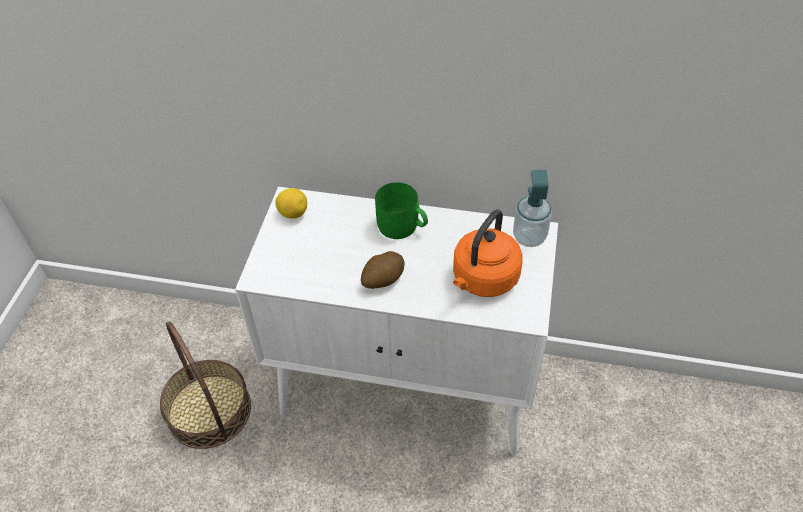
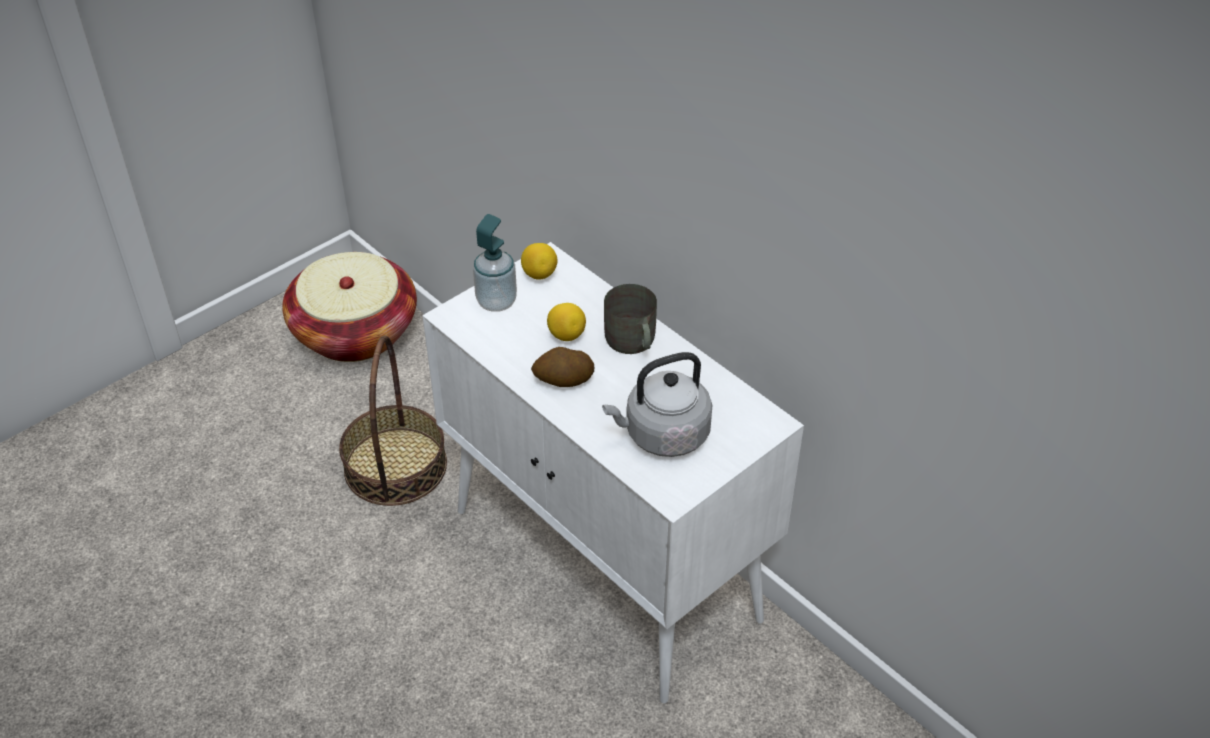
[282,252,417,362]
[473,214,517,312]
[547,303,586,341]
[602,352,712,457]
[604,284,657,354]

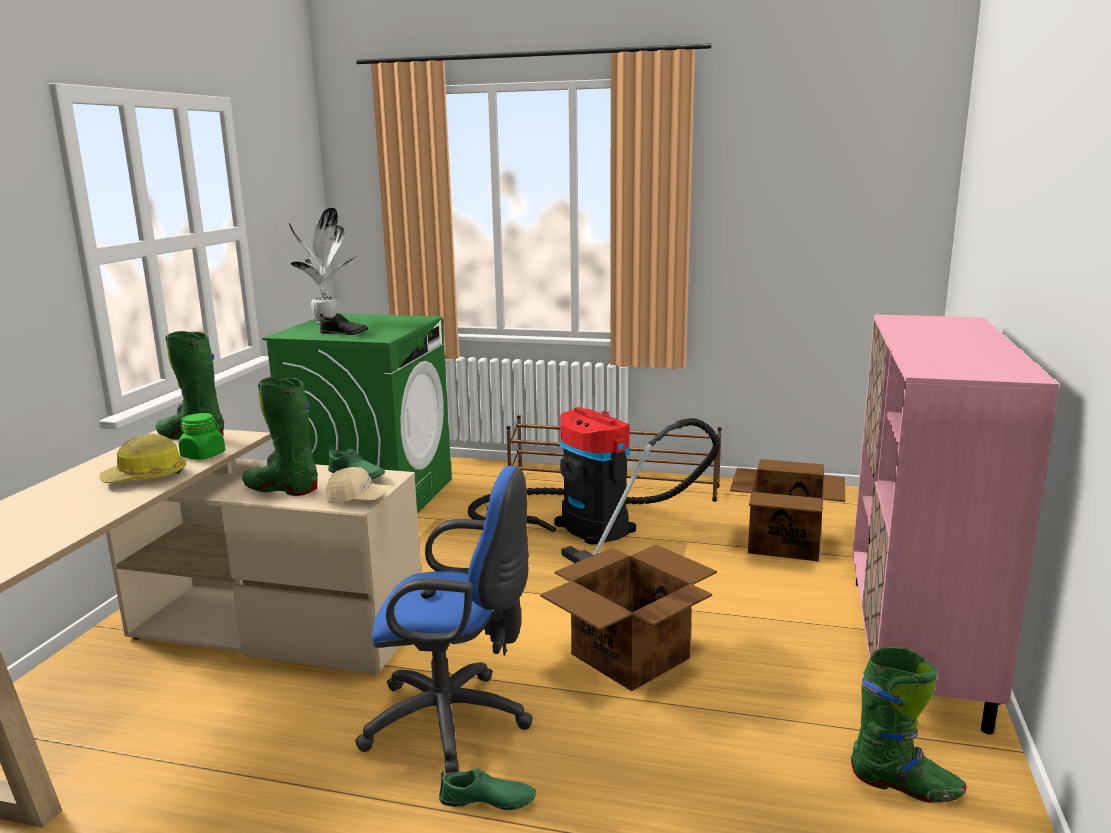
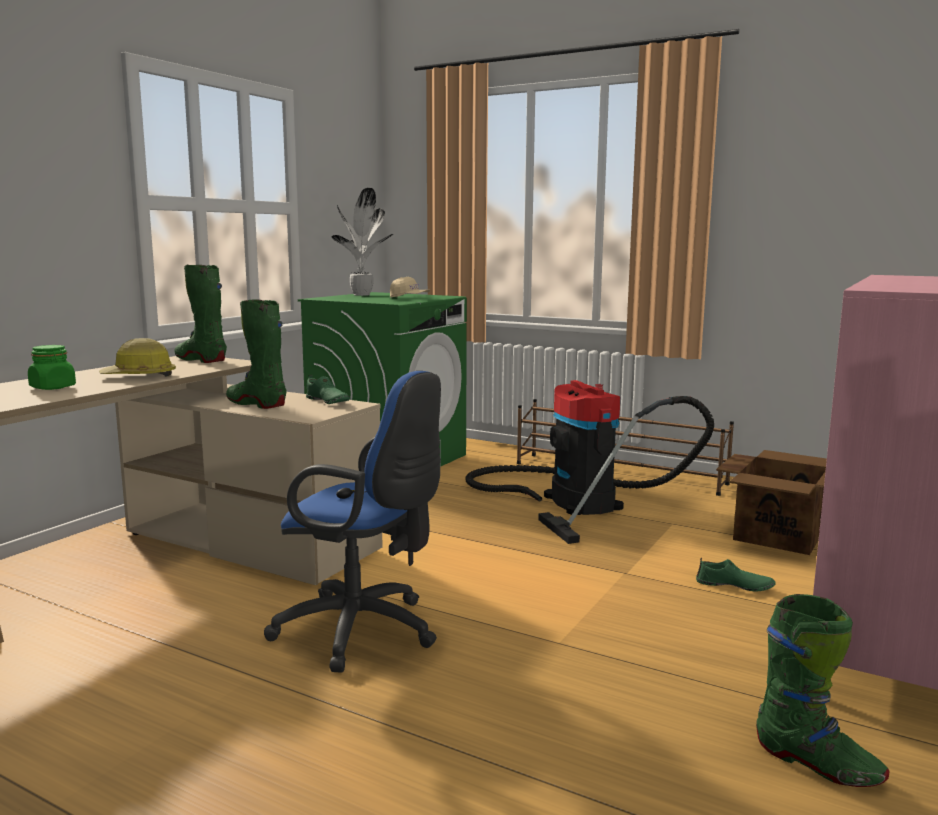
[28,345,76,390]
[390,276,430,298]
[696,558,776,592]
[320,313,368,335] (first image)
[540,545,717,691] (first image)

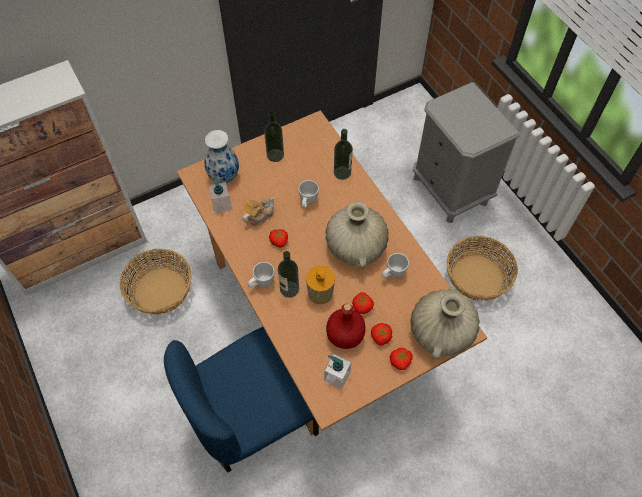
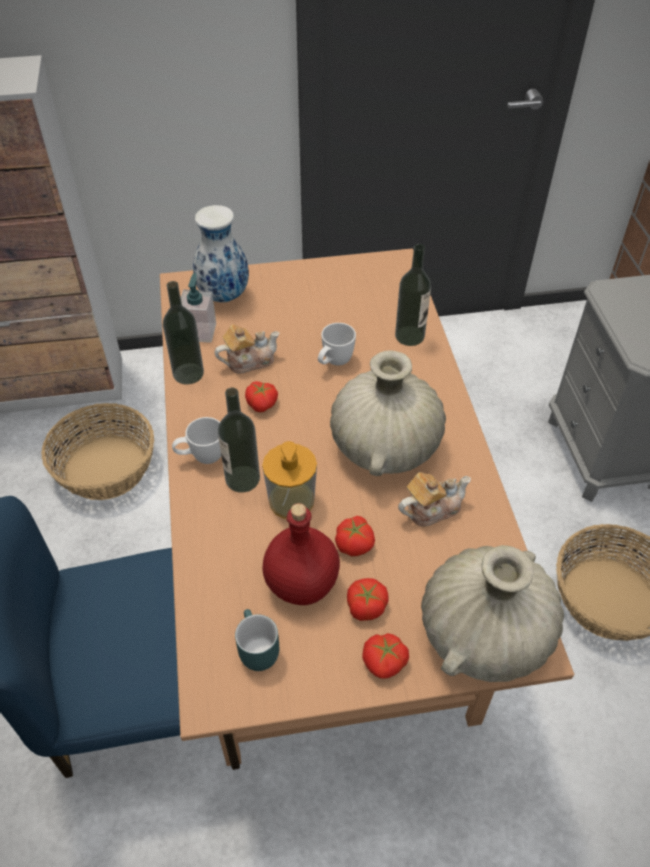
[163,281,204,385]
[235,609,279,671]
[398,472,471,526]

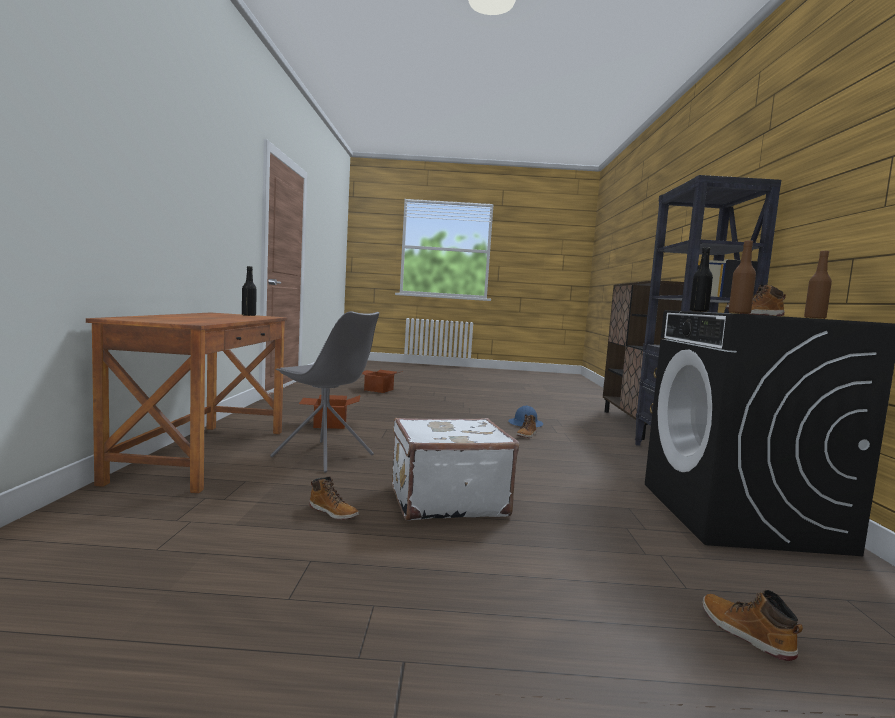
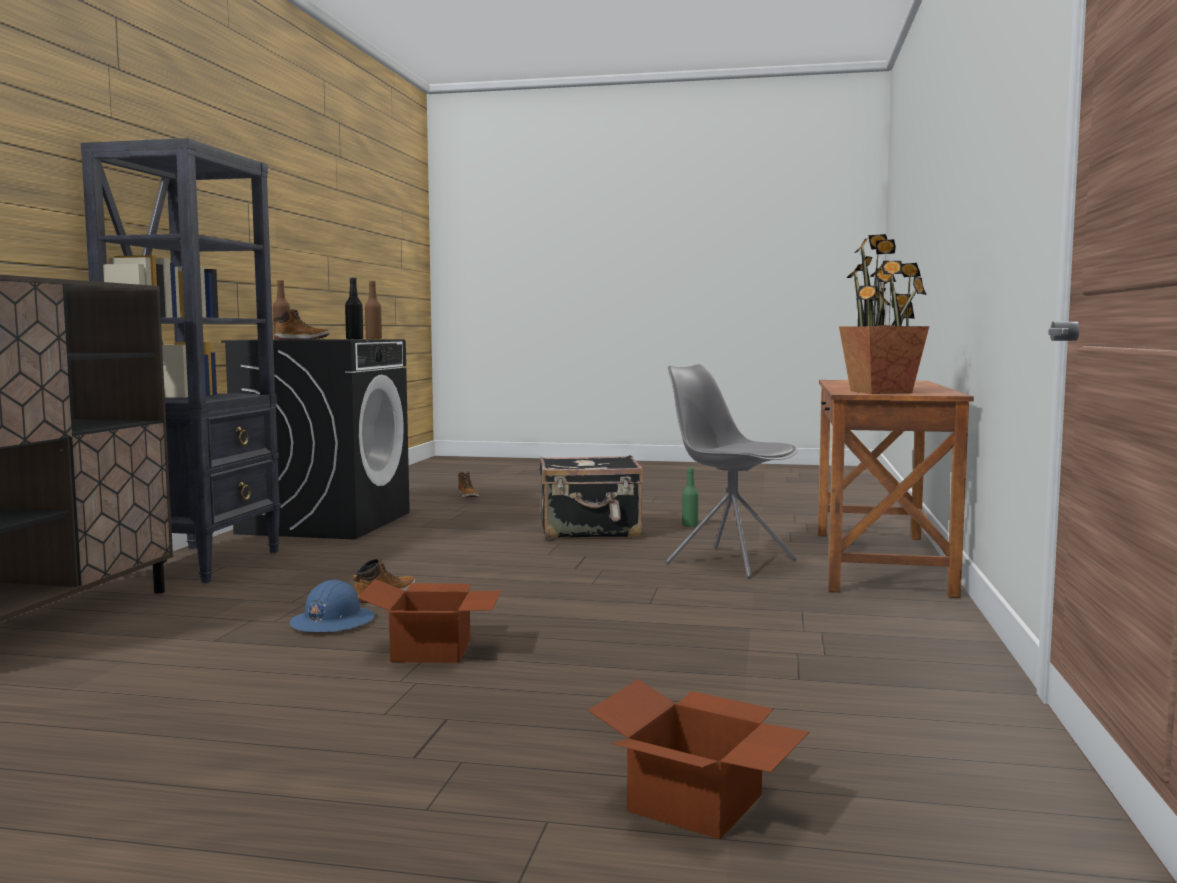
[357,579,501,663]
[540,455,643,539]
[682,467,699,527]
[839,234,929,394]

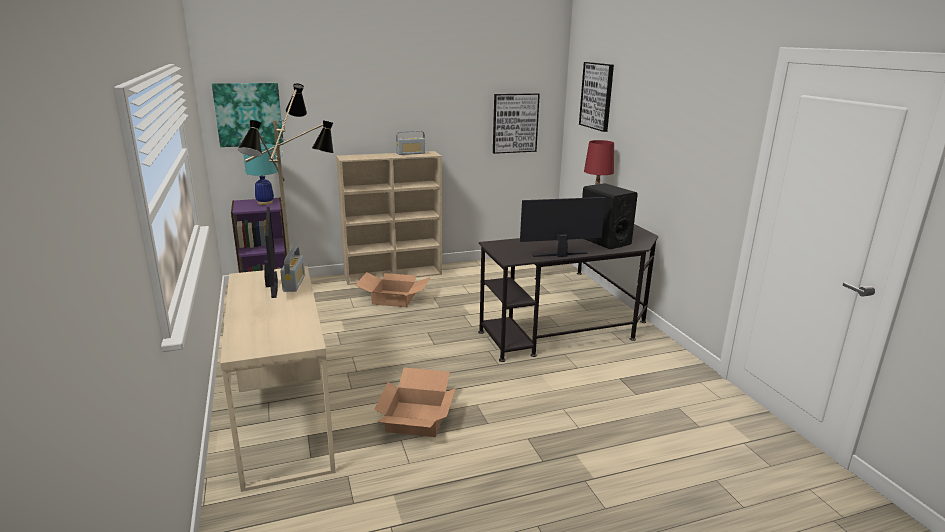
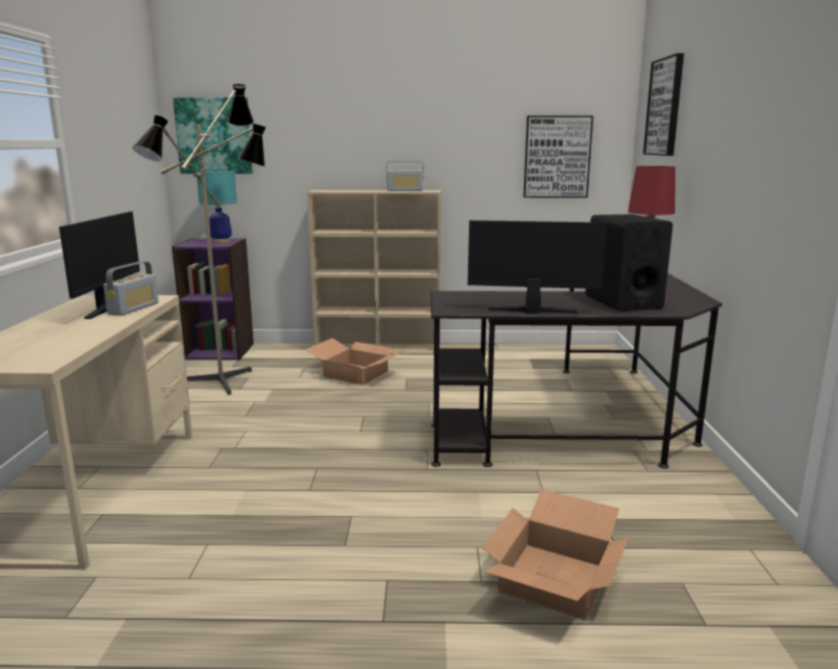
[483,489,629,620]

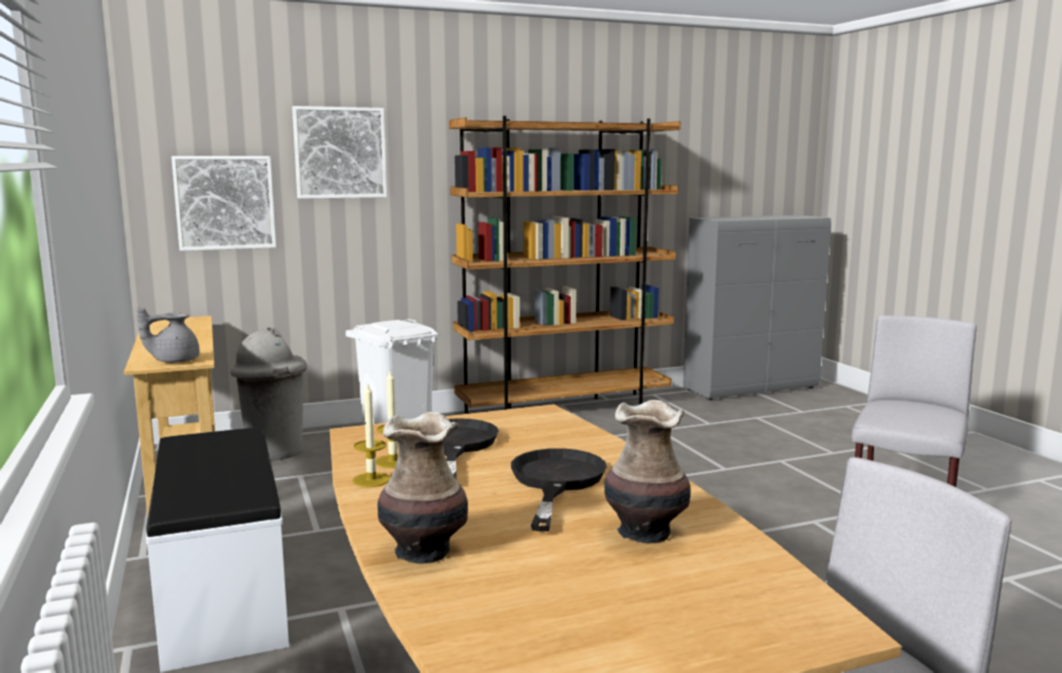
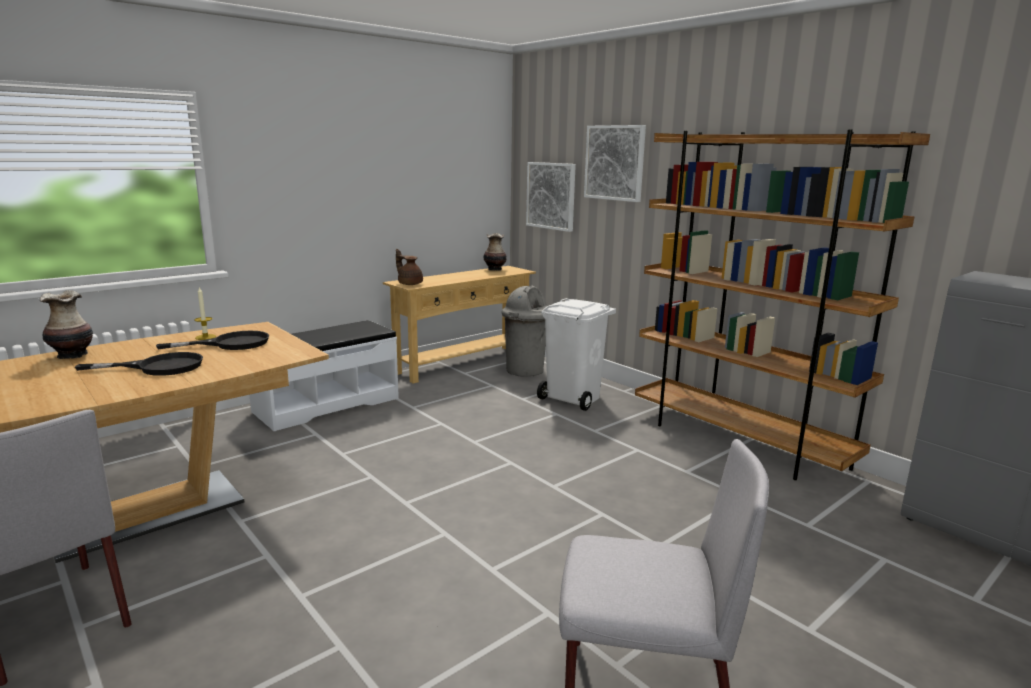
[396,249,423,285]
[484,233,507,271]
[353,382,390,487] (first image)

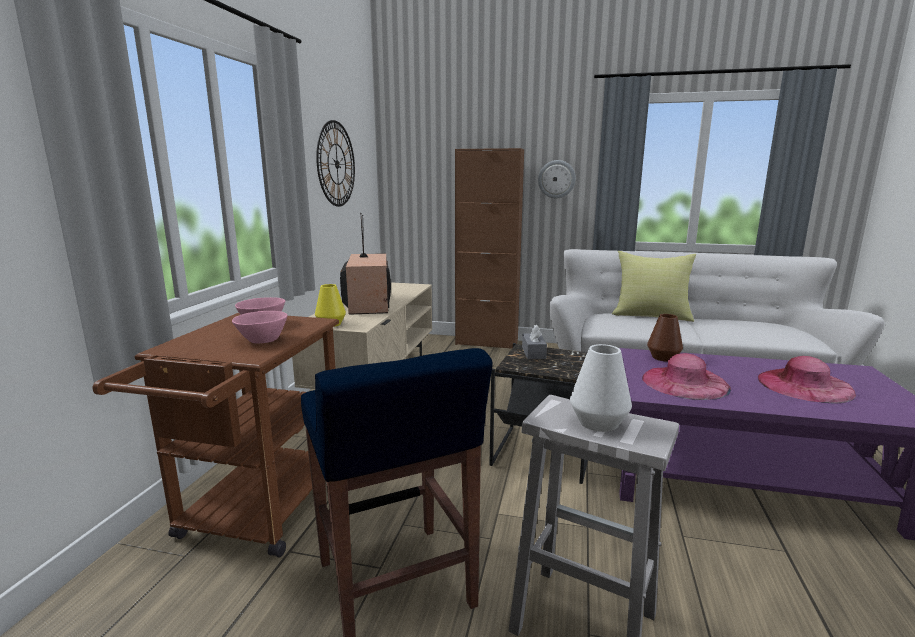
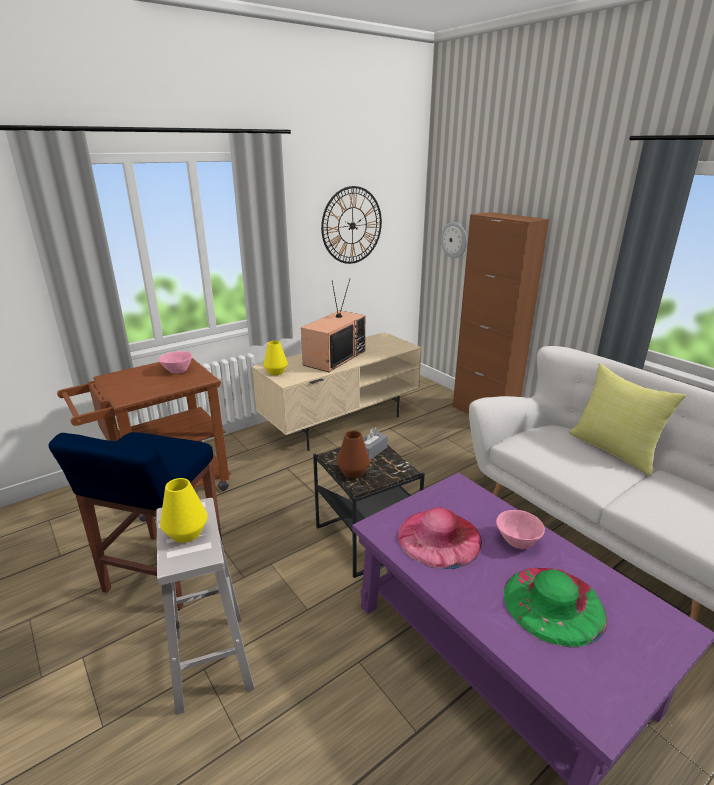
[160,478,208,543]
[337,431,370,478]
[441,222,467,258]
[496,510,545,549]
[504,568,608,648]

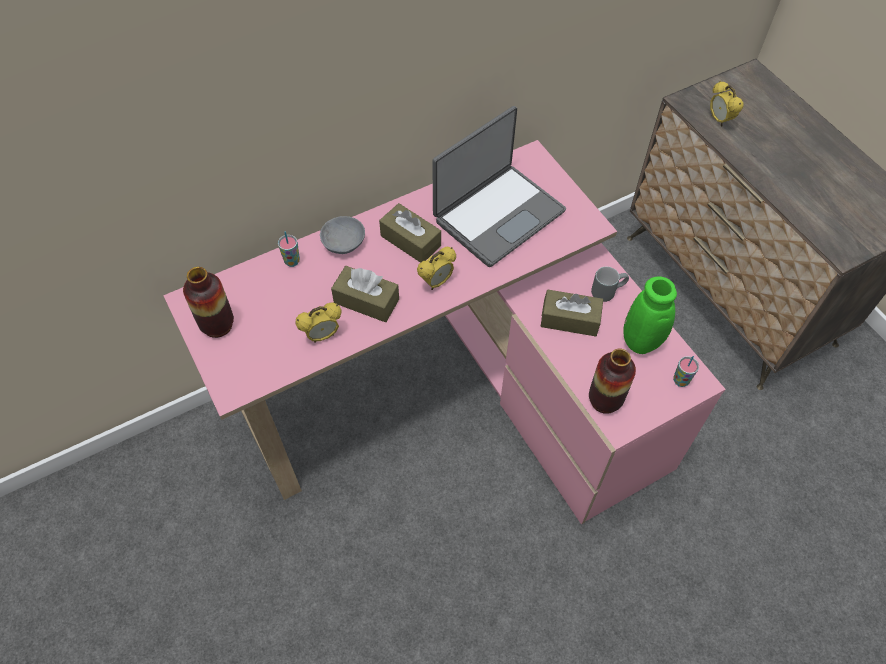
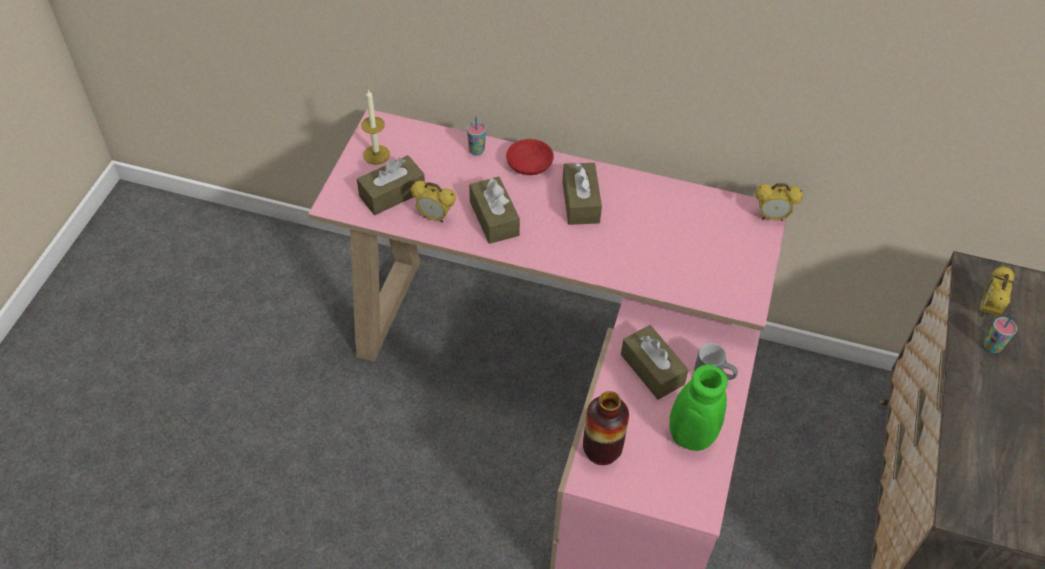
[357,155,425,215]
[361,89,390,165]
[506,139,554,175]
[756,183,803,221]
[984,315,1017,353]
[432,106,566,267] (first image)

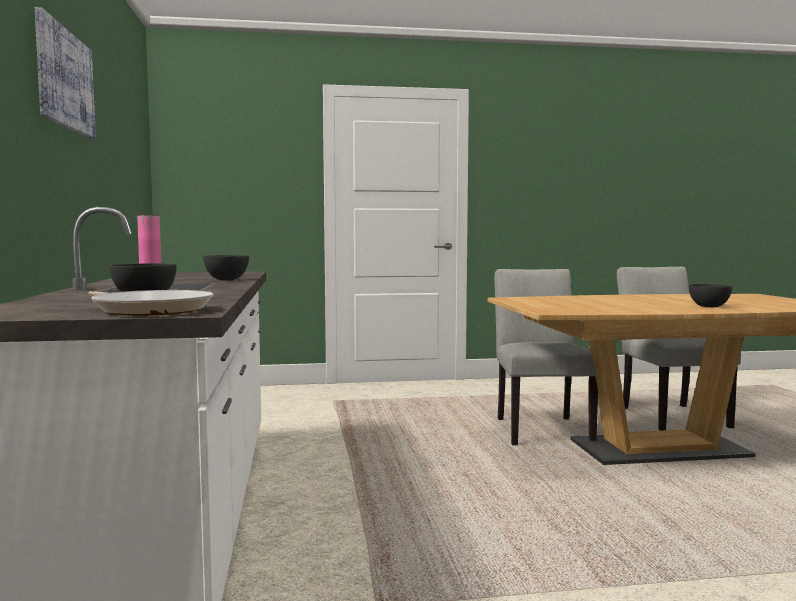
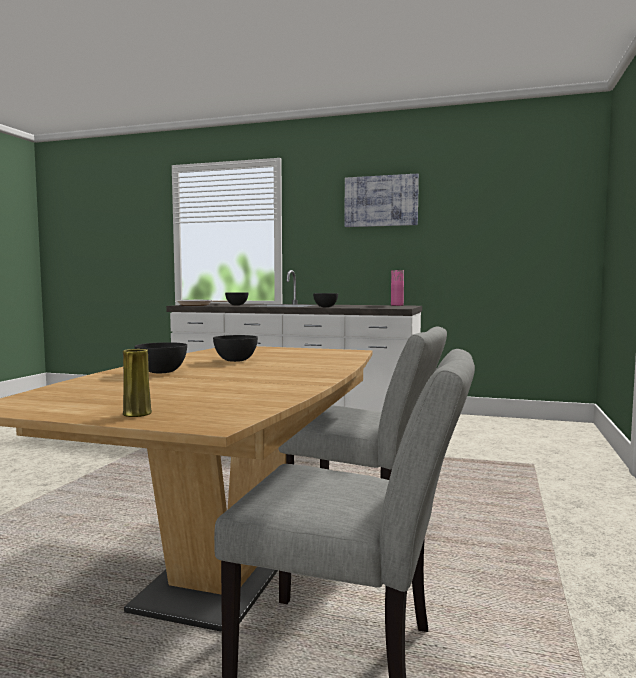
[123,349,152,417]
[213,335,258,362]

